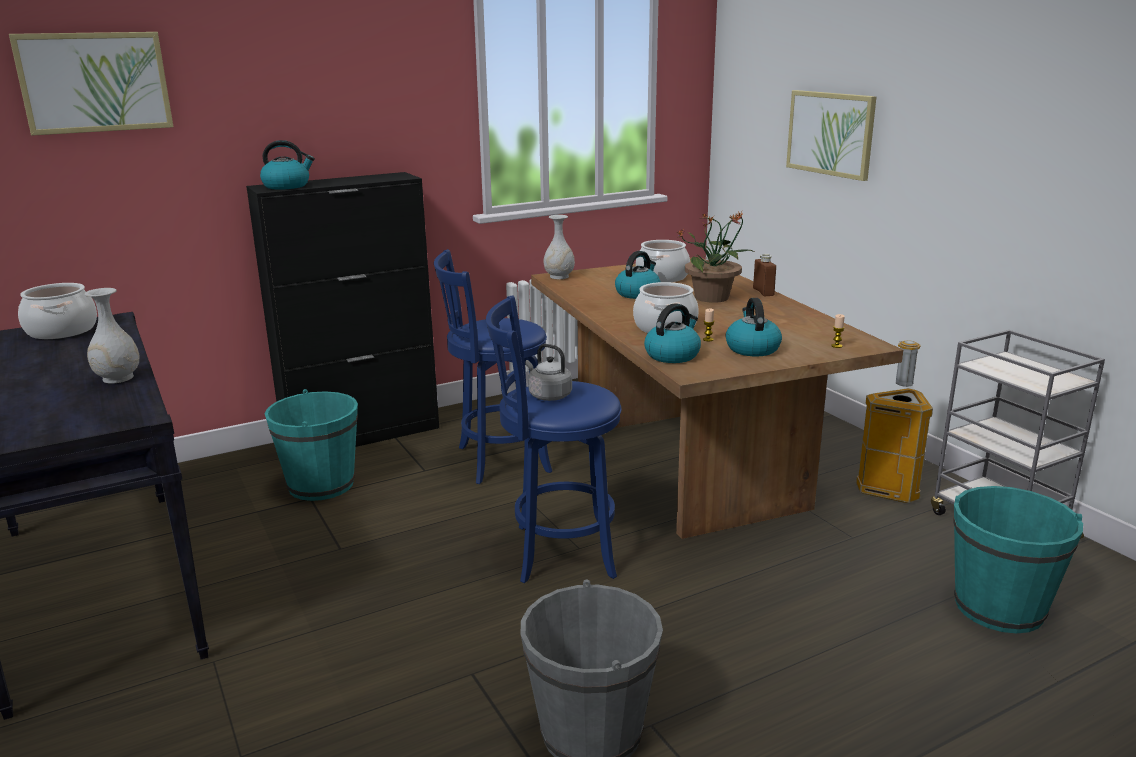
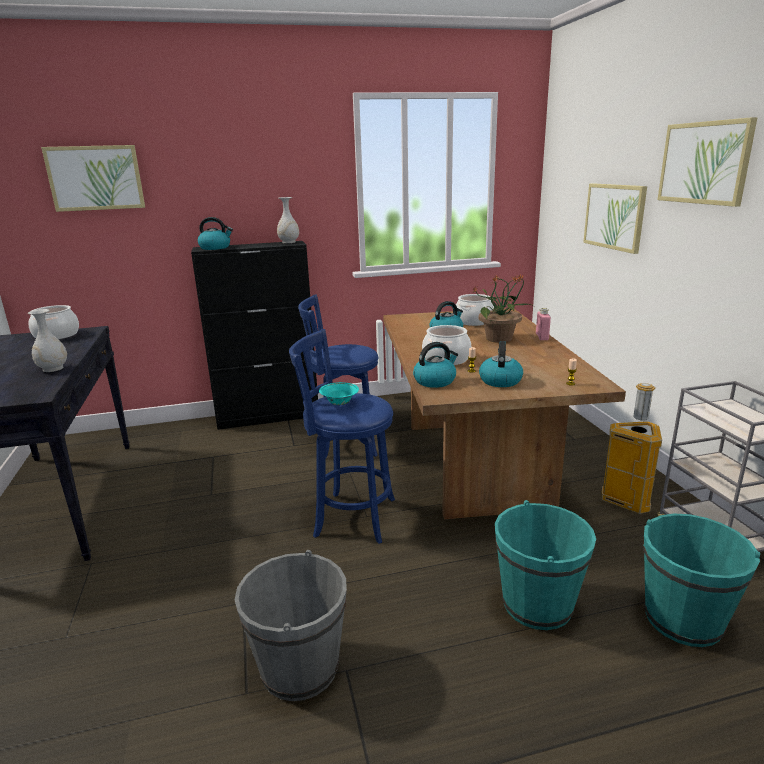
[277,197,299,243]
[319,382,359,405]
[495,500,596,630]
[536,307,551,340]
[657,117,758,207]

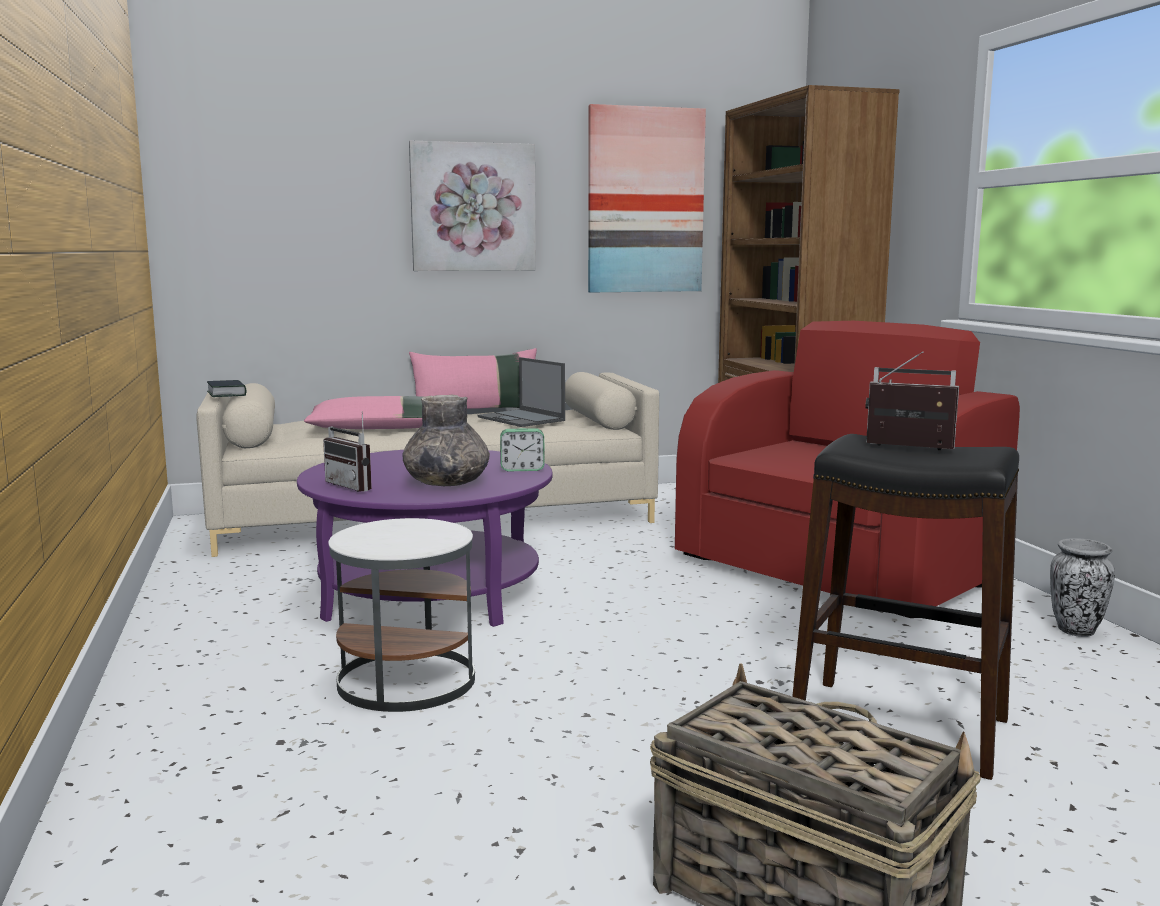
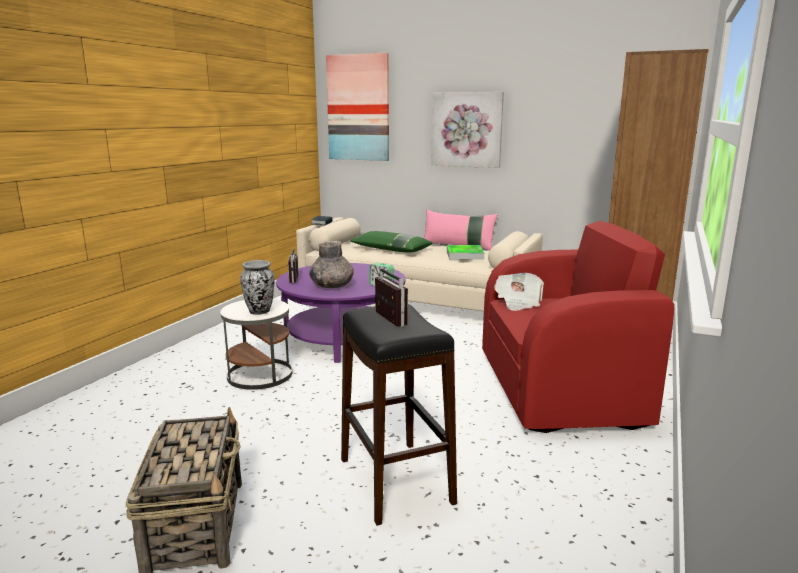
[240,260,274,315]
[326,53,389,161]
[350,231,433,253]
[447,245,484,259]
[494,273,544,311]

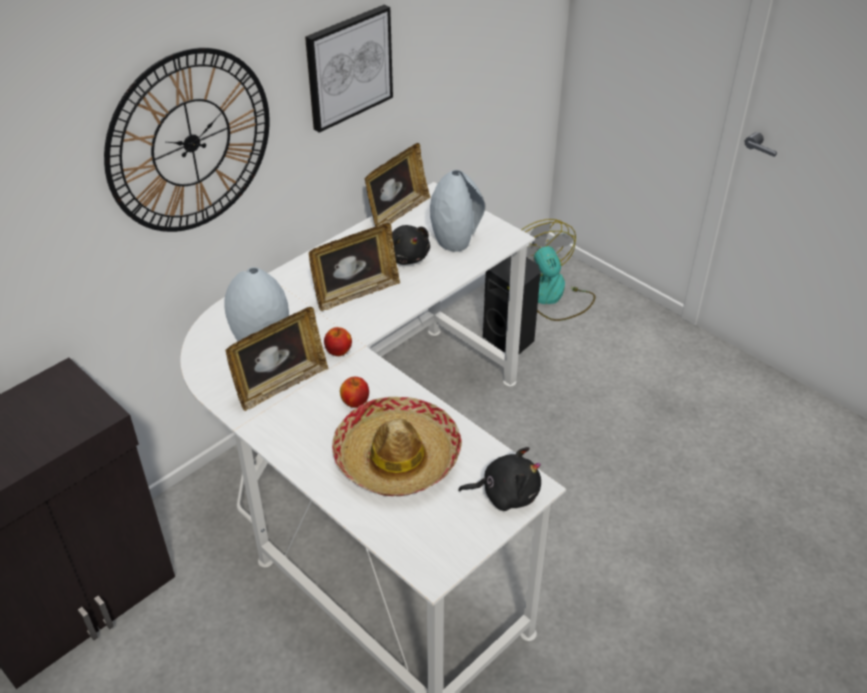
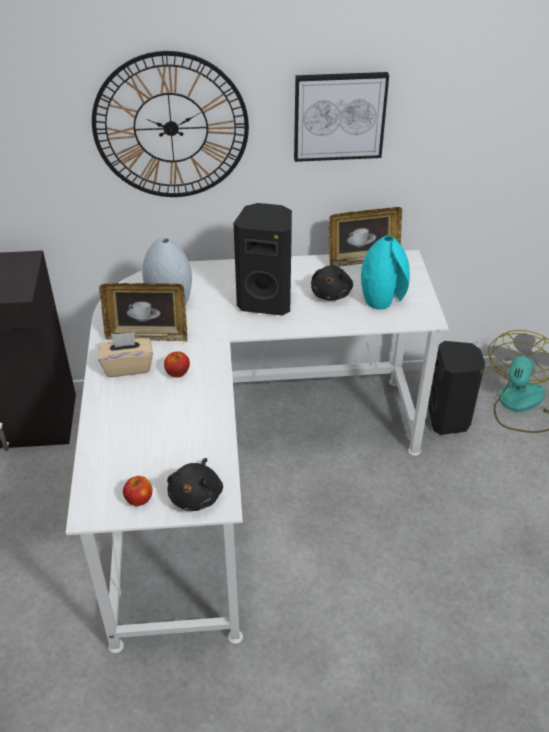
[99,332,153,377]
[123,476,152,506]
[167,458,223,511]
[234,203,292,316]
[361,235,410,310]
[332,397,462,496] (first image)

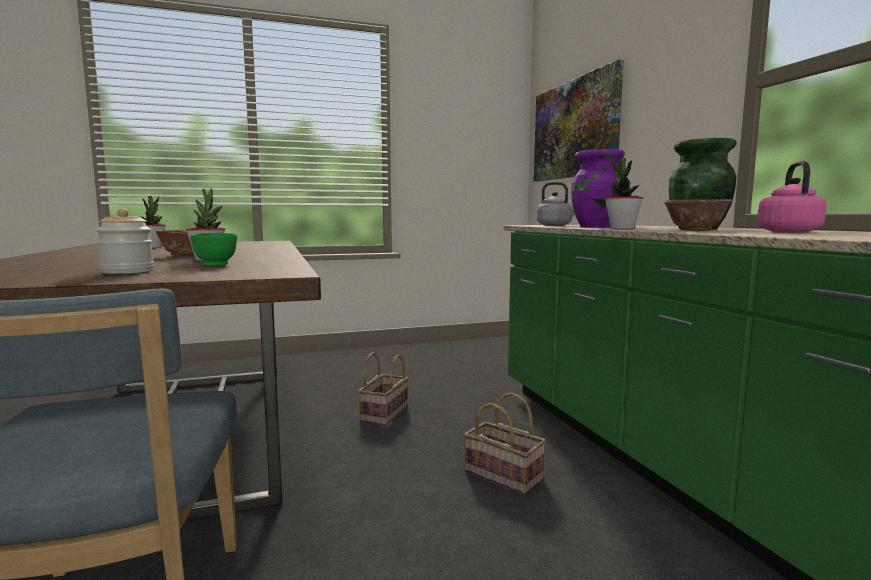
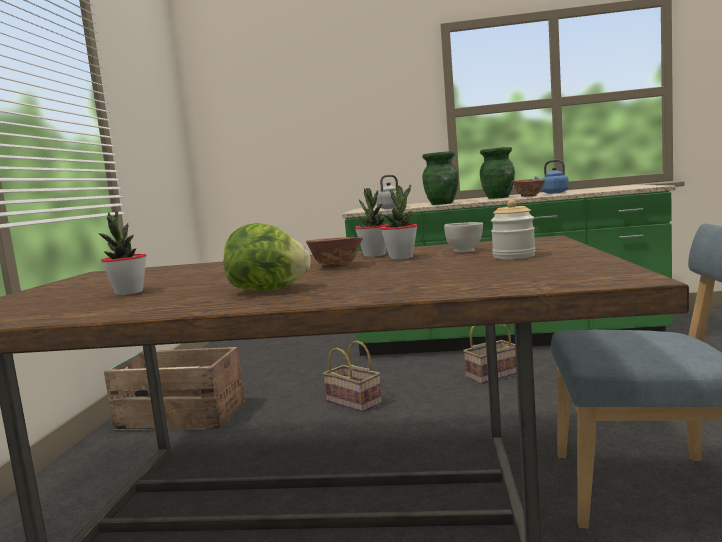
[104,347,244,430]
[224,223,311,291]
[355,188,389,257]
[422,151,458,205]
[444,222,483,252]
[535,160,569,194]
[534,60,624,182] (first image)

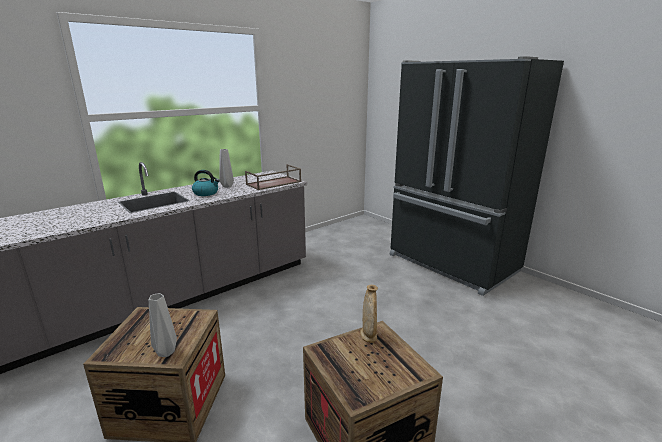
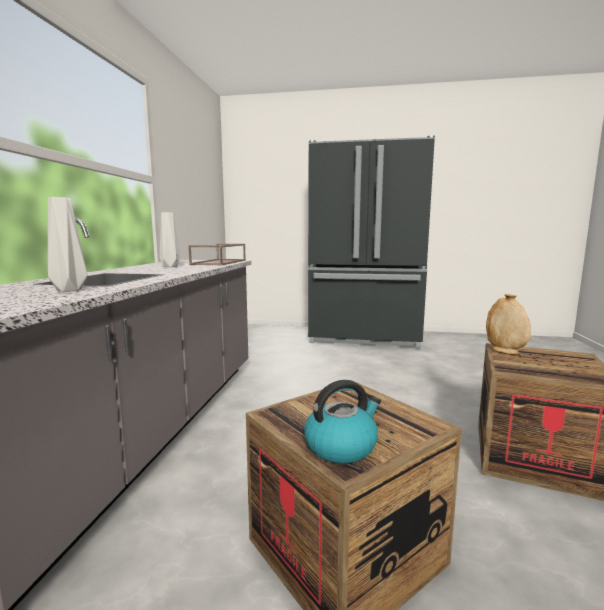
[48,197,87,292]
[304,380,381,464]

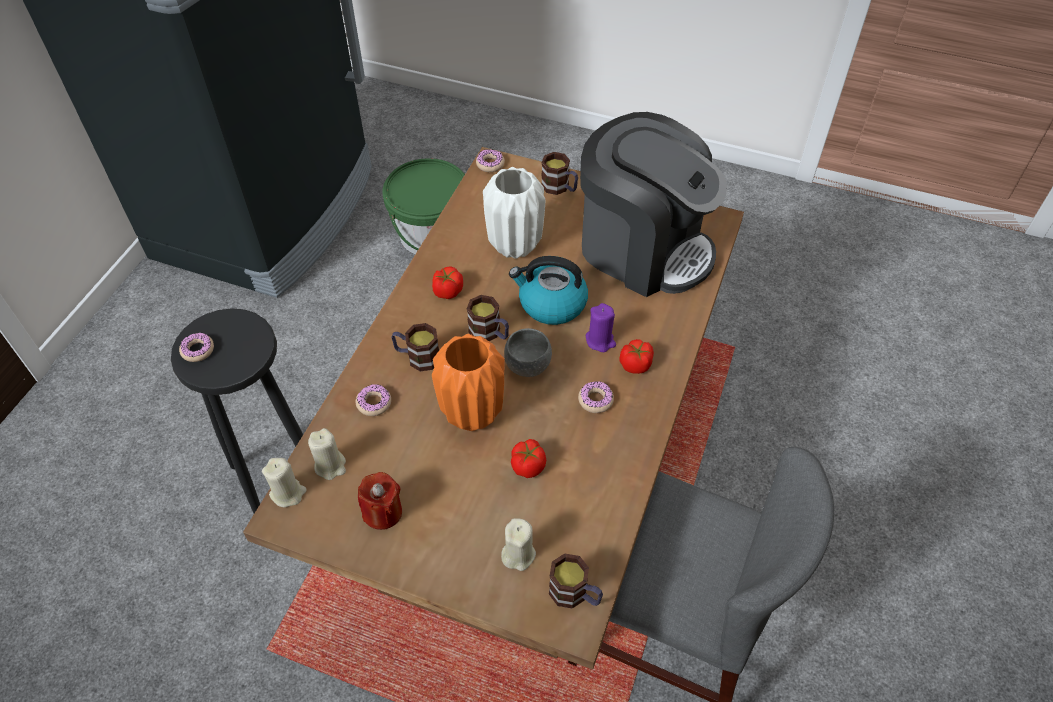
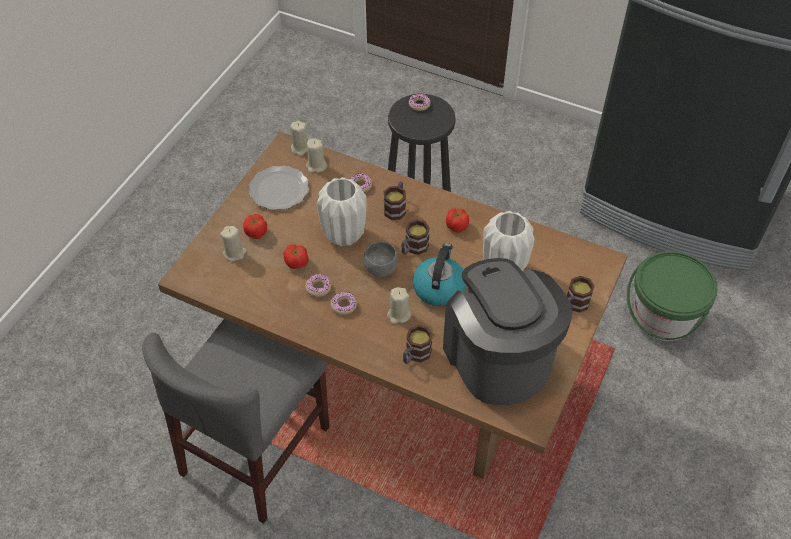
[243,214,267,239]
[249,166,309,210]
[305,274,331,297]
[317,177,367,247]
[387,287,411,324]
[403,325,433,364]
[443,258,573,405]

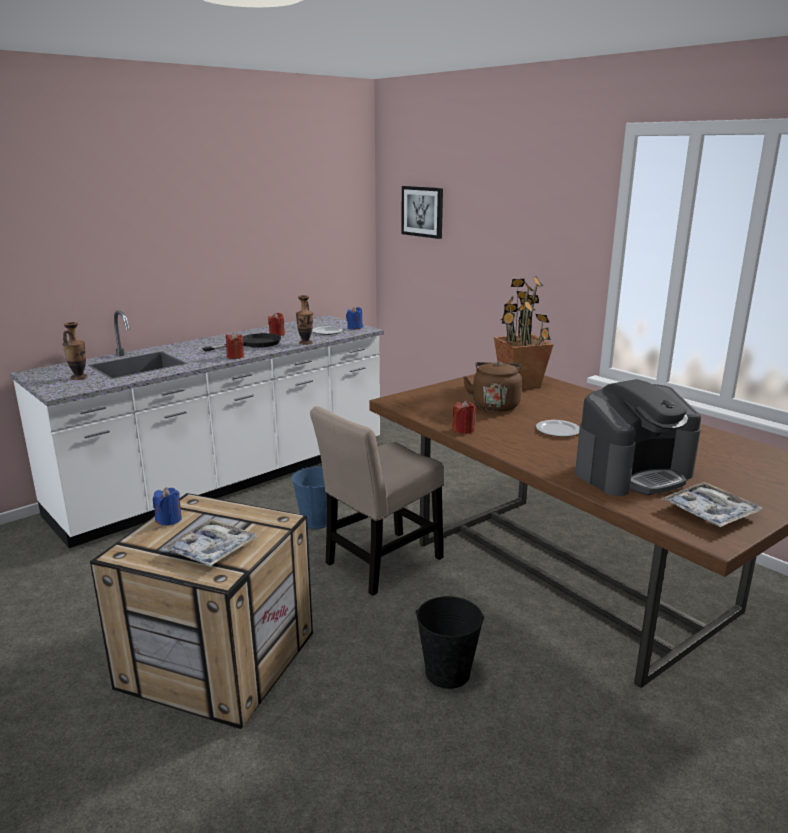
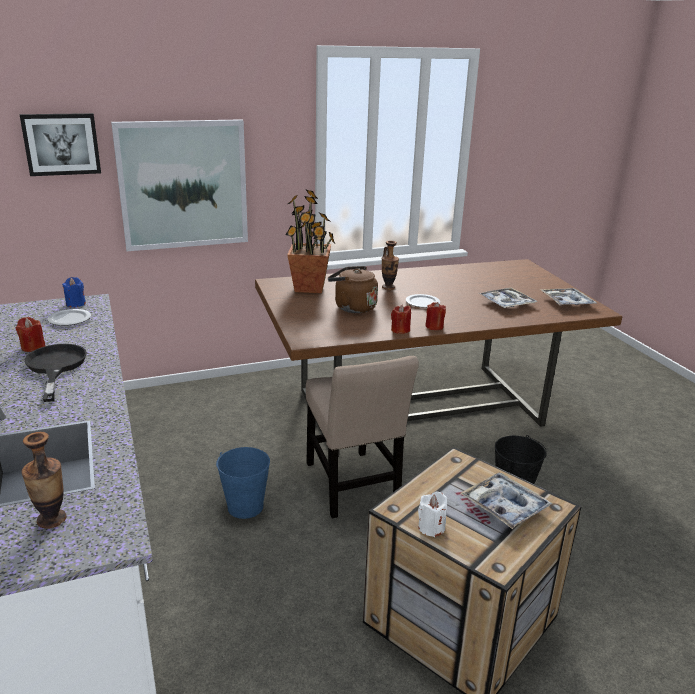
[111,119,248,251]
[382,241,399,290]
[418,492,447,537]
[425,302,446,330]
[479,288,537,308]

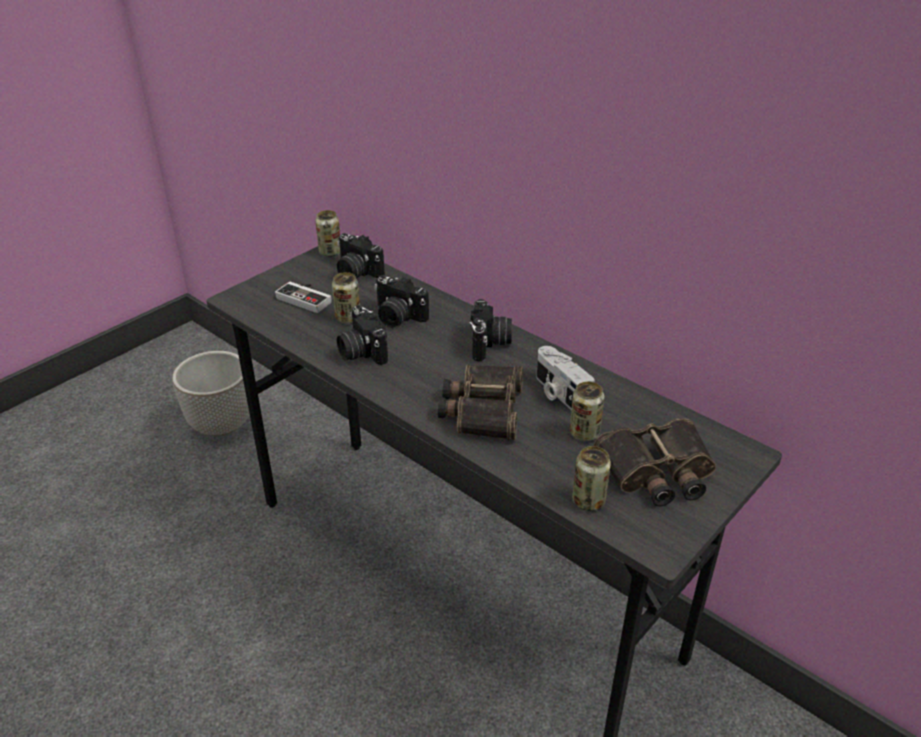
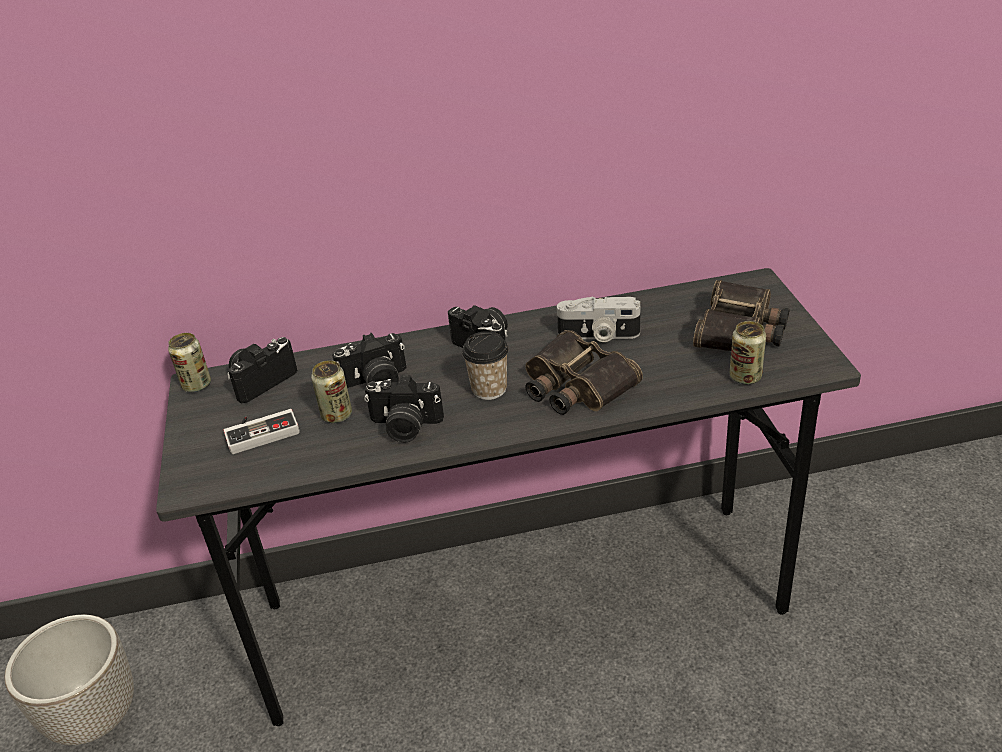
[227,337,297,403]
[462,331,509,400]
[570,381,604,442] (first image)

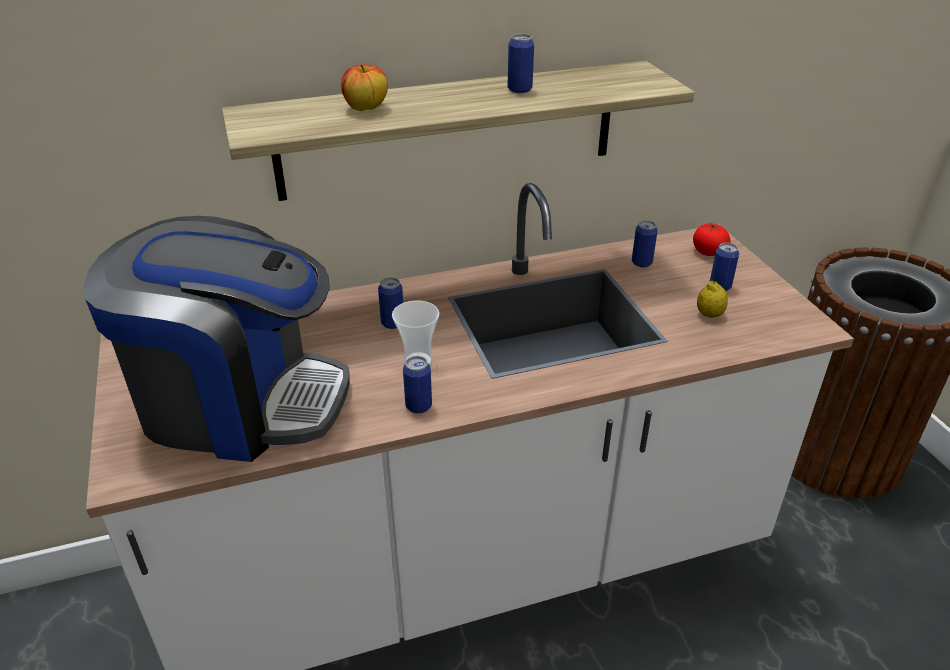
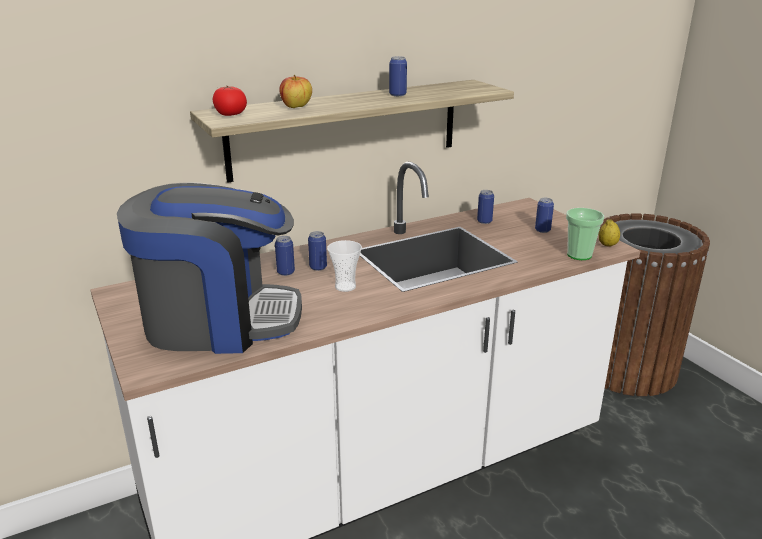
[213,86,247,116]
[275,236,295,276]
[566,208,604,260]
[599,219,620,247]

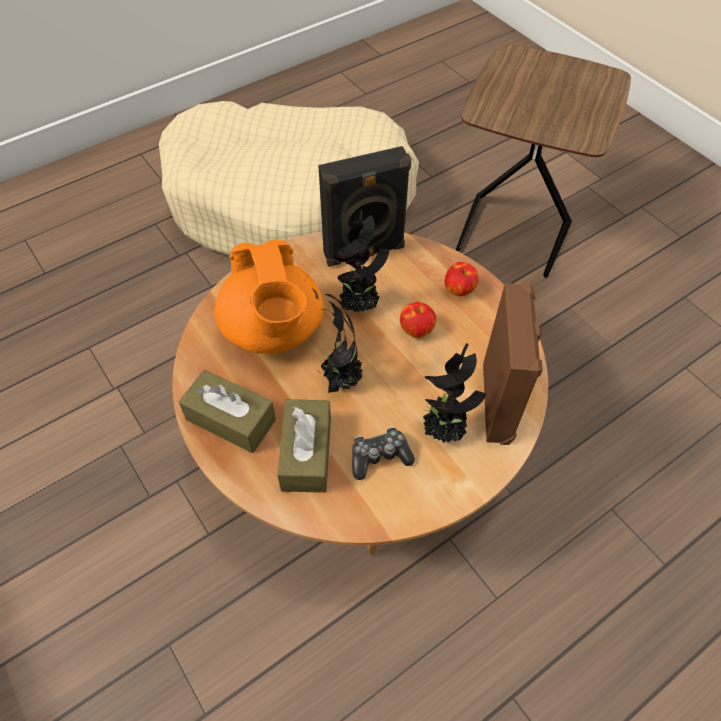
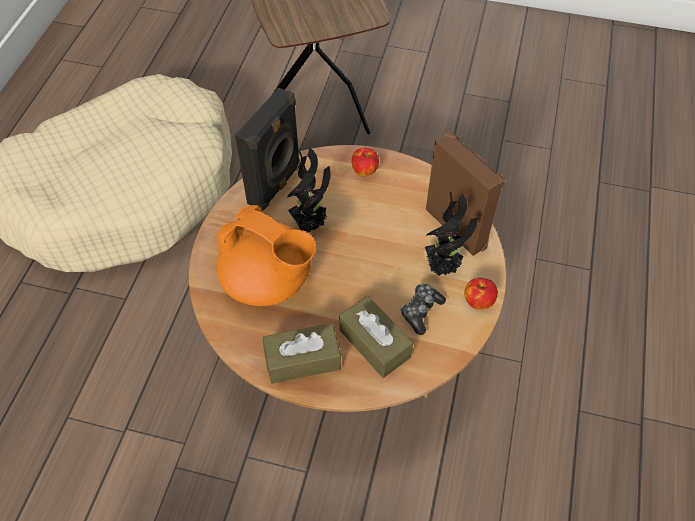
[464,278,498,310]
[318,294,363,393] (first image)

